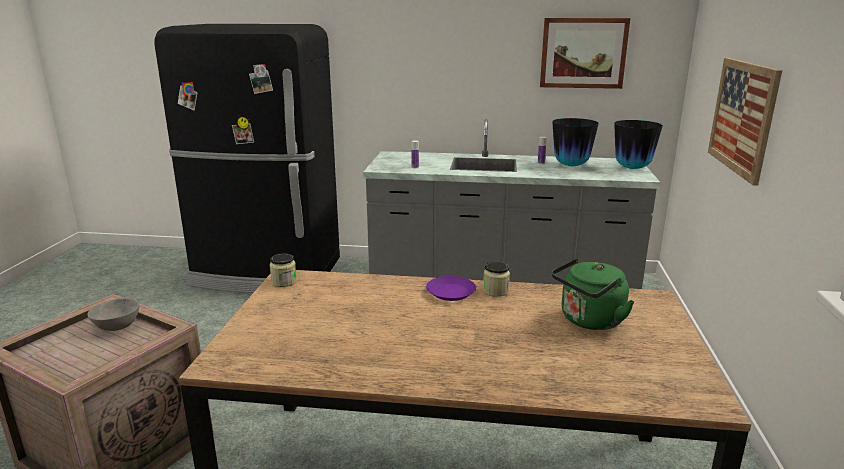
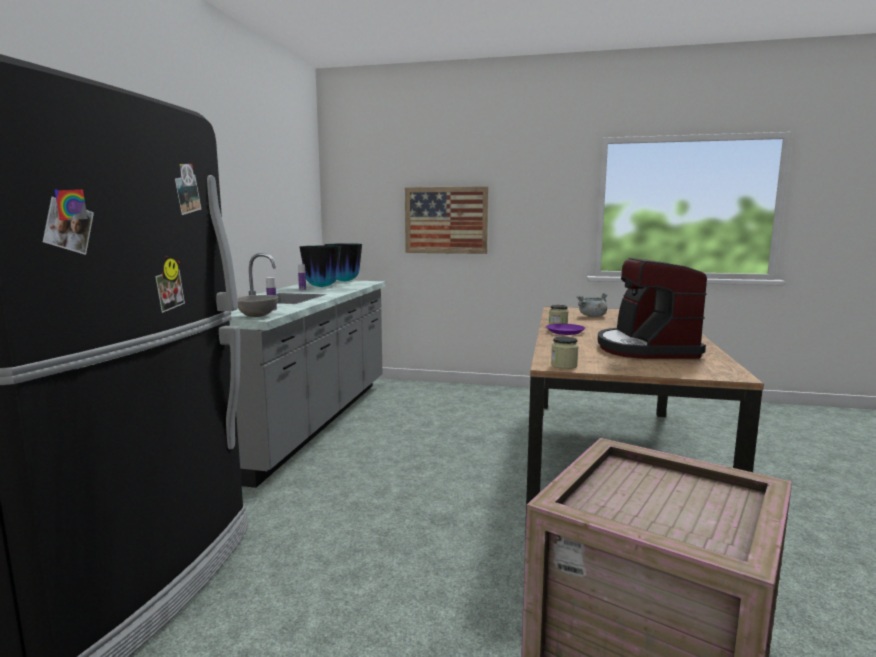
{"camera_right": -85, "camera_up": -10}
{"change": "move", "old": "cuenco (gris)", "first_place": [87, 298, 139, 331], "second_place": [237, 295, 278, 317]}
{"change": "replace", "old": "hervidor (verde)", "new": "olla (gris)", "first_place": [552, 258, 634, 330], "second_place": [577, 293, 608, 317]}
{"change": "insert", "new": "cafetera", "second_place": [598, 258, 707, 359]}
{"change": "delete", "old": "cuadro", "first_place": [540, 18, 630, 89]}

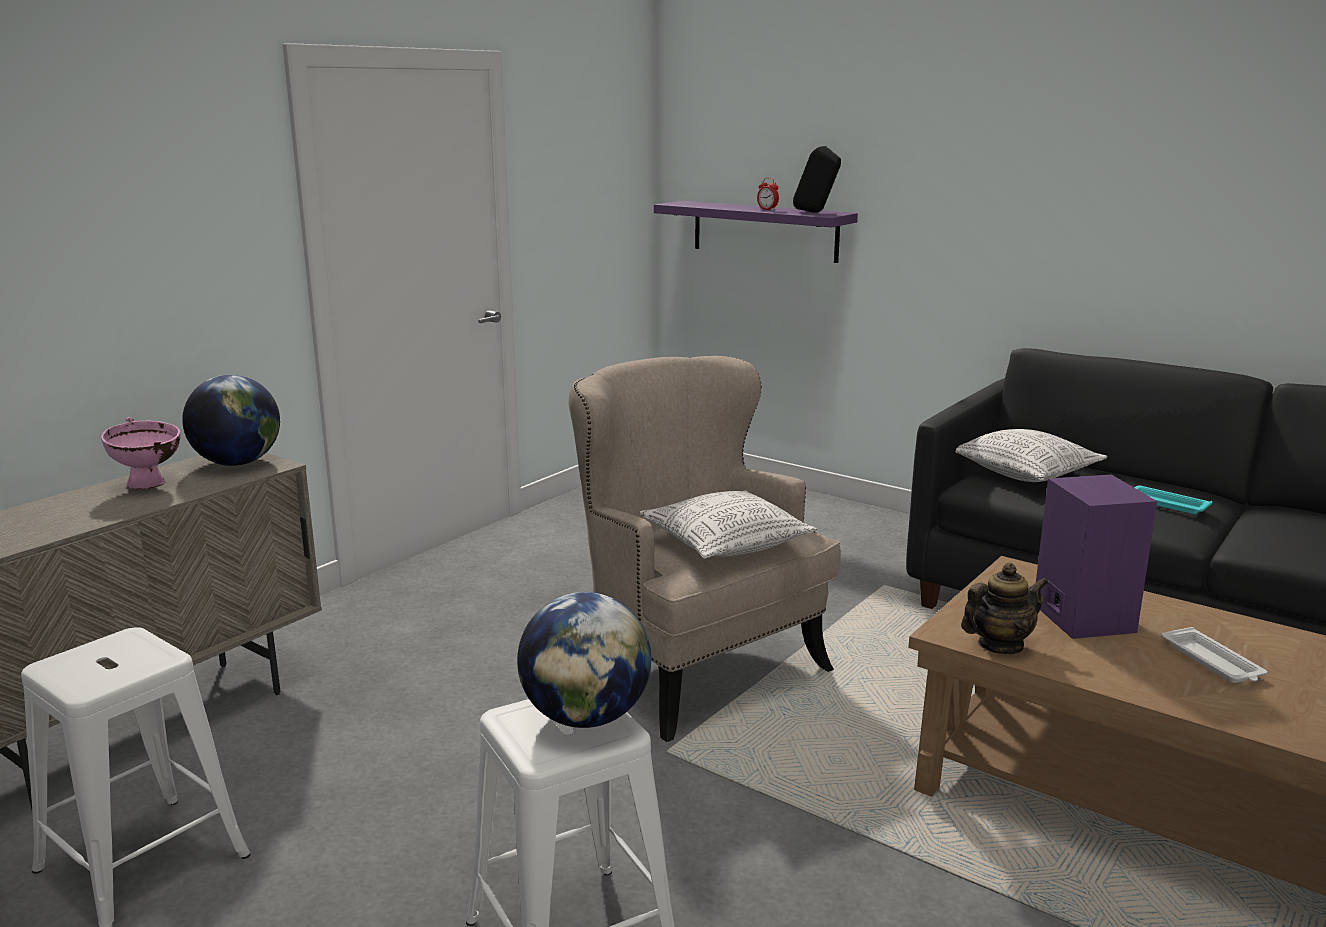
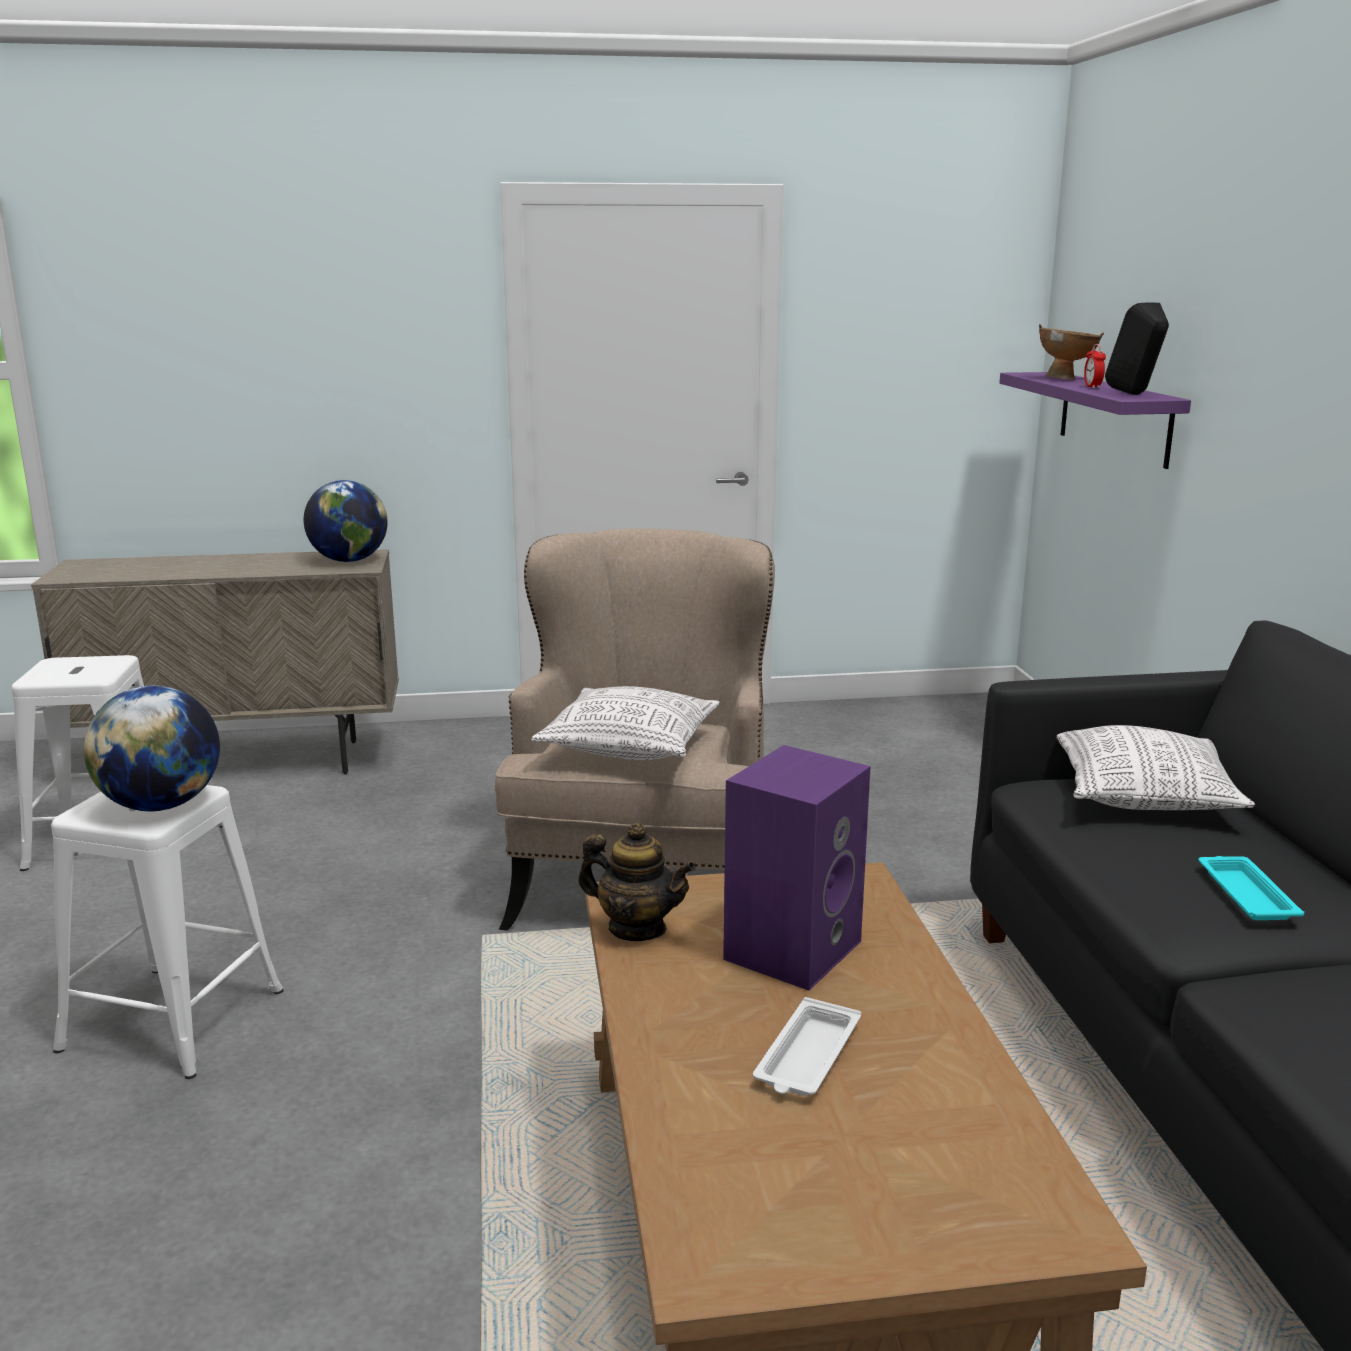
{"camera_right": 45, "camera_up": 0}
{"change": "insert", "new": "cuenco (marrón)", "second_place": [1039, 324, 1104, 380]}
{"change": "delete", "old": "cuenco (rosa)", "first_place": [101, 417, 180, 490]}

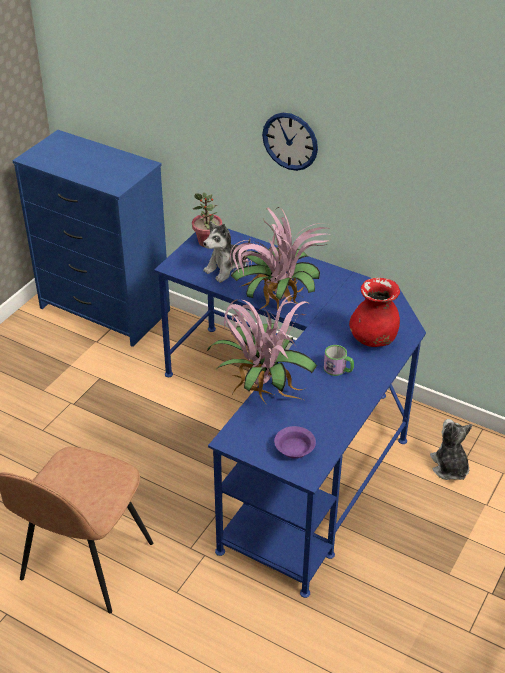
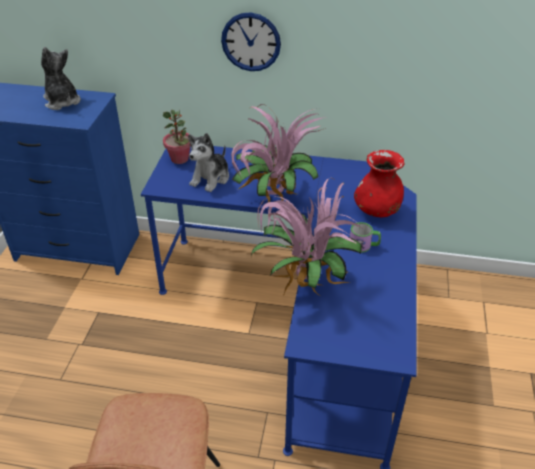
{"camera_right": -20, "camera_up": 0}
{"change": "move", "old": "peluche", "first_place": [430, 419, 473, 480], "second_place": [41, 47, 81, 110]}
{"change": "delete", "old": "cuenco (morado)", "first_place": [274, 426, 316, 459]}

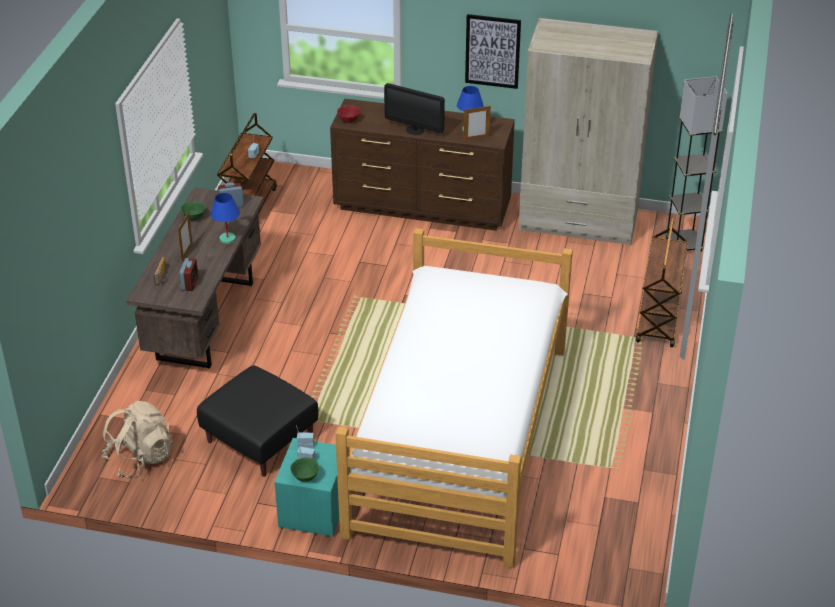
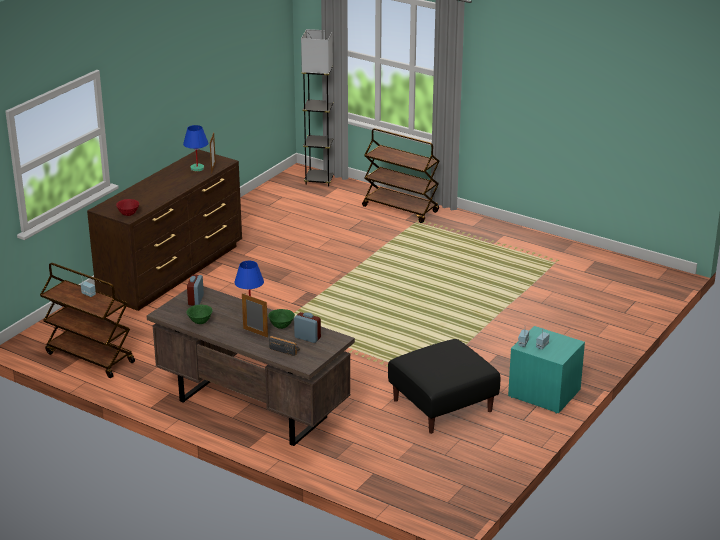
{"camera_right": -70, "camera_up": -10}
{"change": "move", "old": "cuenco (verde)", "first_place": [290, 457, 319, 482], "second_place": [268, 309, 295, 329]}
{"change": "delete", "old": "mochila (beis)", "first_place": [102, 401, 173, 479]}
{"change": "delete", "old": "cama", "first_place": [335, 228, 573, 568]}
{"change": "delete", "old": "monitor", "first_place": [384, 83, 445, 135]}
{"change": "delete", "old": "cuadro", "first_place": [465, 14, 521, 89]}
{"change": "delete", "old": "armario ropero (beis)", "first_place": [519, 18, 658, 246]}

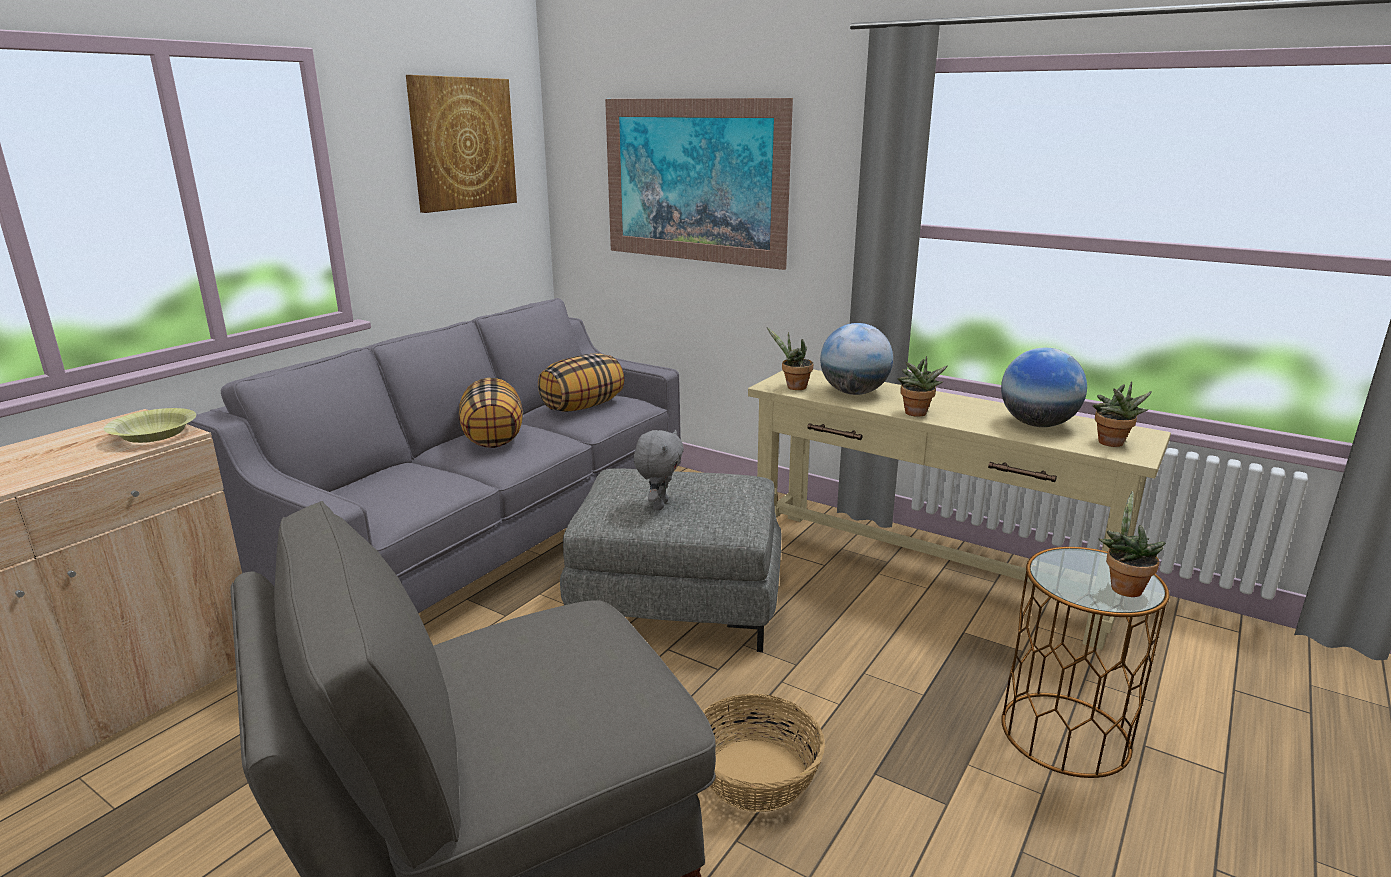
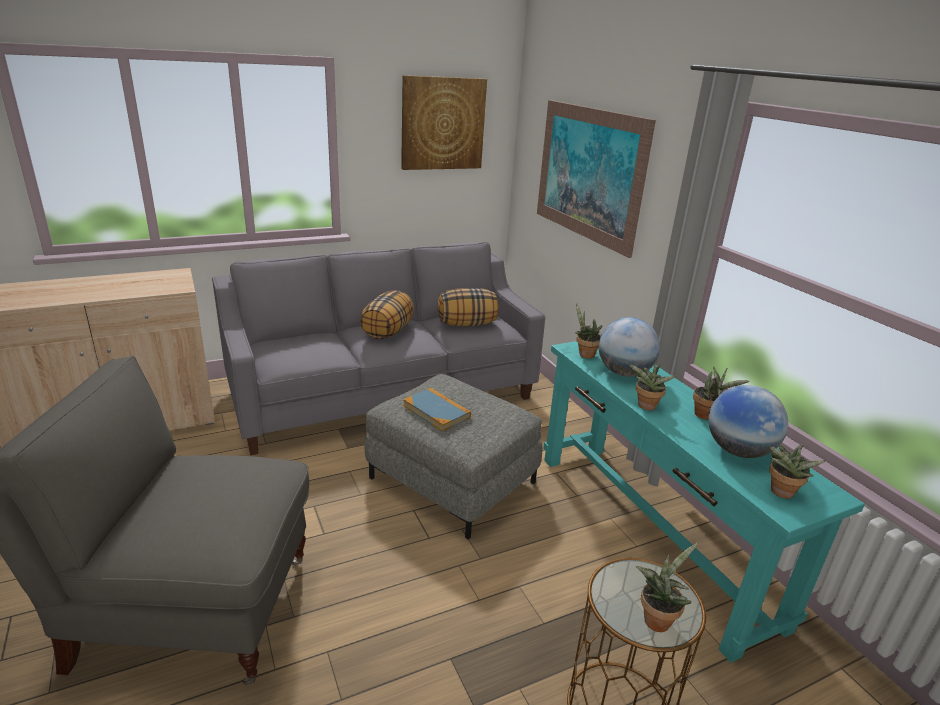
{"camera_right": 30, "camera_up": 5}
{"change": "replace", "old": "peluche (gris)", "new": "libro", "first_place": [634, 430, 684, 510], "second_place": [403, 388, 471, 431]}
{"change": "recolor", "old": "mesa consola (beis)", "new": "mesa consola (turquesa)", "first_place": [748, 369, 1171, 650], "second_place": [543, 341, 865, 663]}
{"change": "insert", "new": "planta en maceta", "second_place": [693, 367, 750, 420]}
{"change": "delete", "old": "cuenco (amarillo)", "first_place": [104, 408, 196, 443]}
{"change": "delete", "old": "cesta", "first_place": [703, 693, 825, 812]}

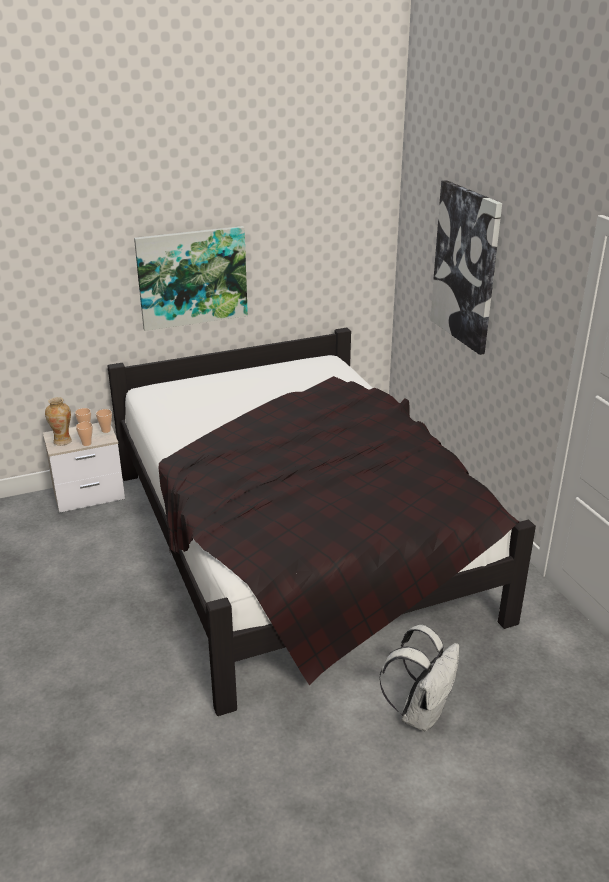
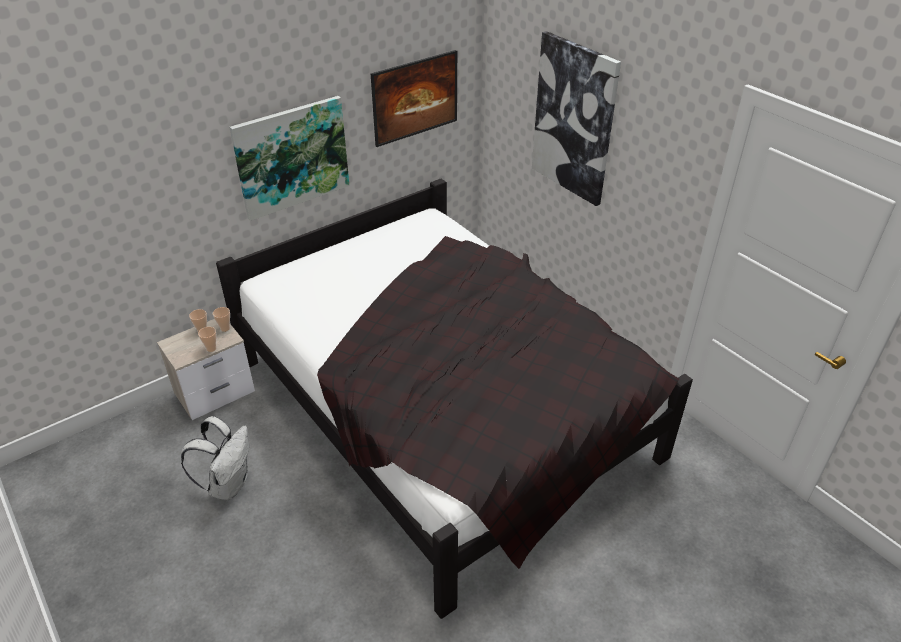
{"camera_right": -15, "camera_up": 10}
{"change": "move", "old": "mochila (blanco)", "first_place": [379, 625, 459, 732], "second_place": [181, 416, 249, 500]}
{"change": "insert", "new": "cuadro", "second_place": [371, 50, 457, 147]}
{"change": "delete", "old": "florero", "first_place": [45, 397, 72, 446]}

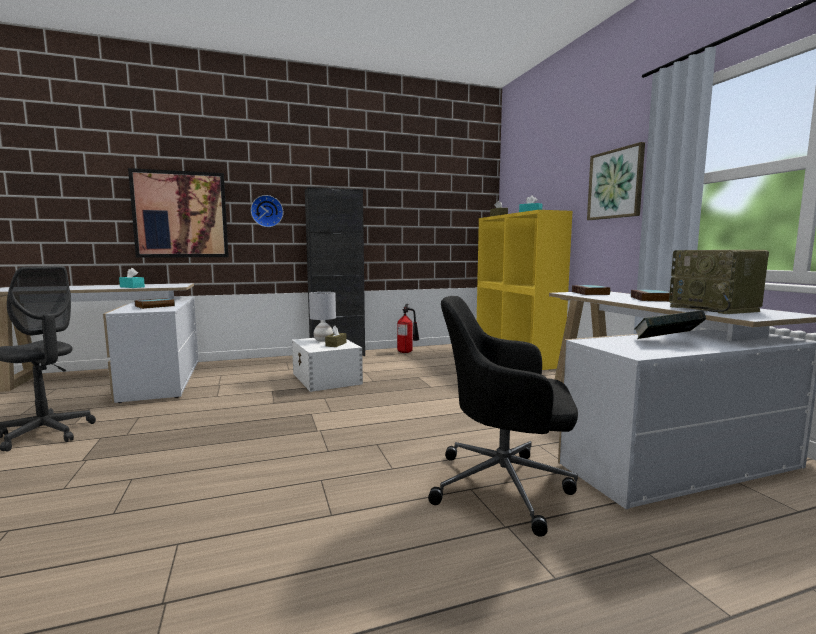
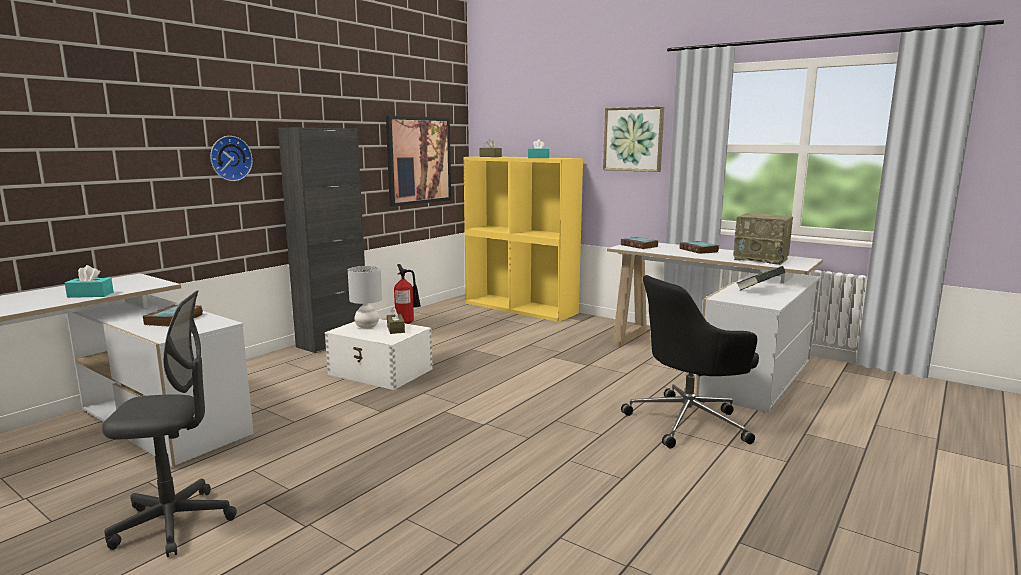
{"camera_right": -35, "camera_up": 5}
{"change": "move", "old": "cuadro", "first_place": [128, 168, 229, 258], "second_place": [386, 116, 451, 207]}

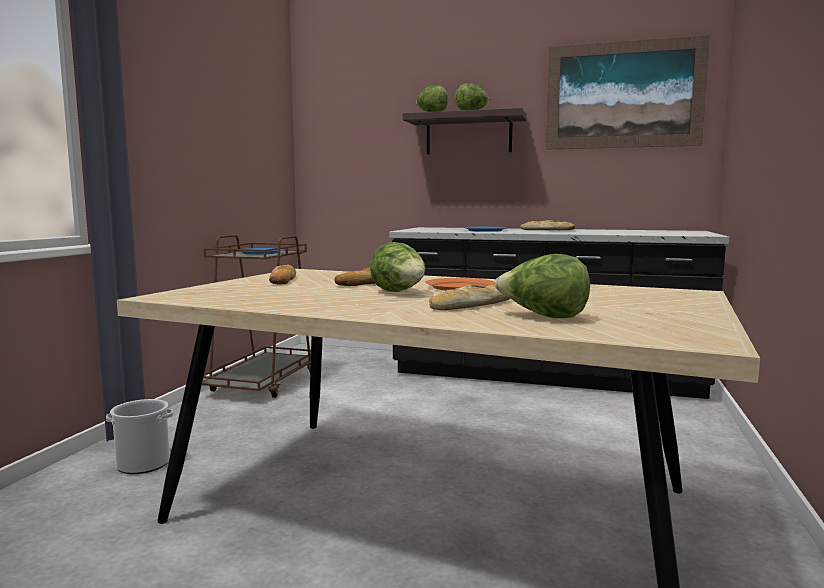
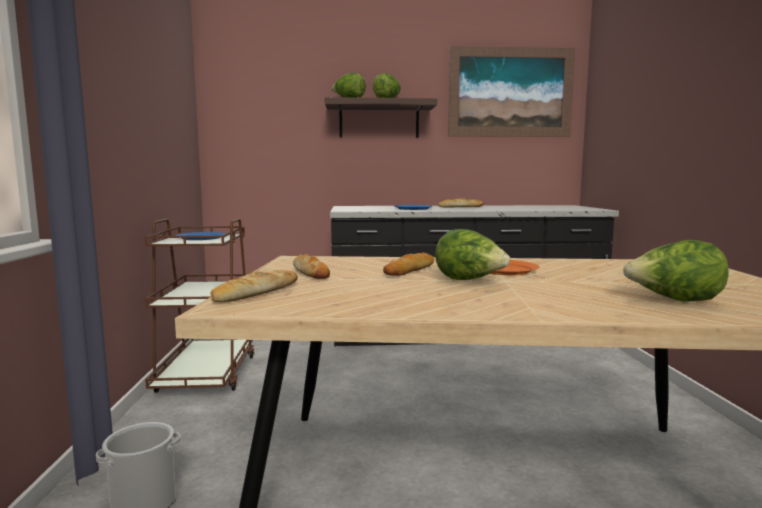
{"camera_right": -20, "camera_up": 0}
{"change": "move", "old": "pan", "first_place": [429, 284, 511, 310], "second_place": [210, 270, 297, 302]}

